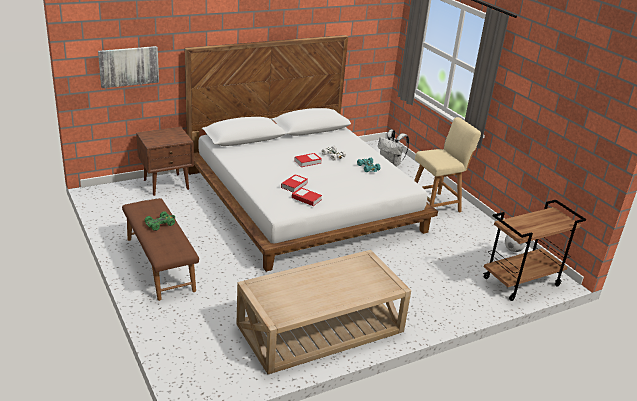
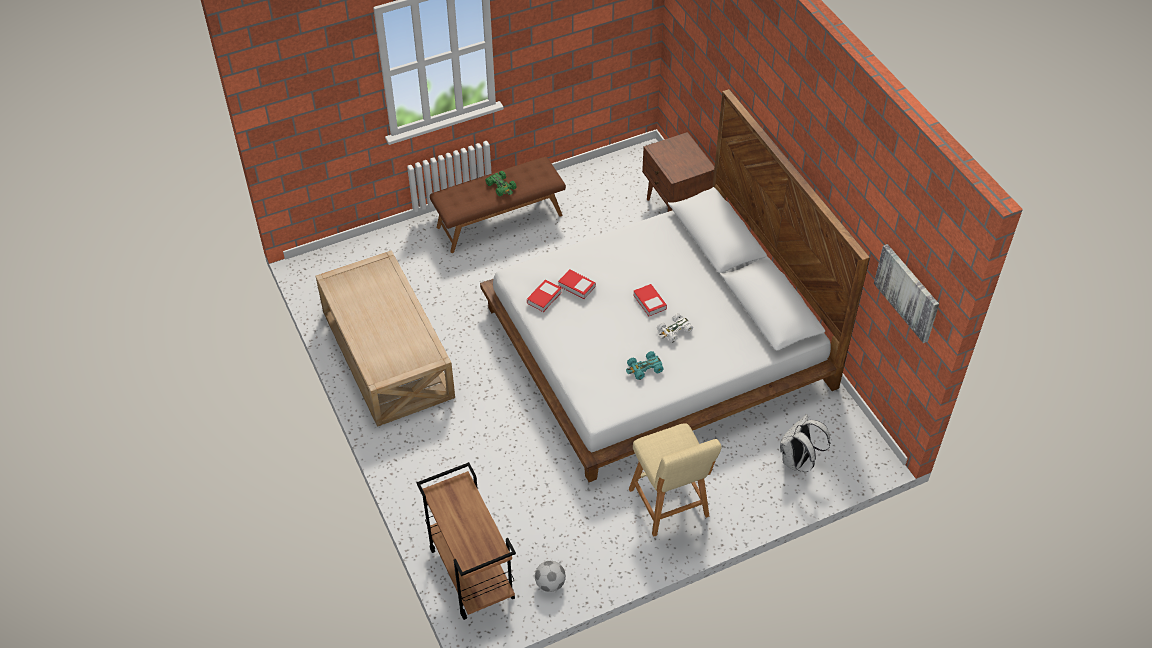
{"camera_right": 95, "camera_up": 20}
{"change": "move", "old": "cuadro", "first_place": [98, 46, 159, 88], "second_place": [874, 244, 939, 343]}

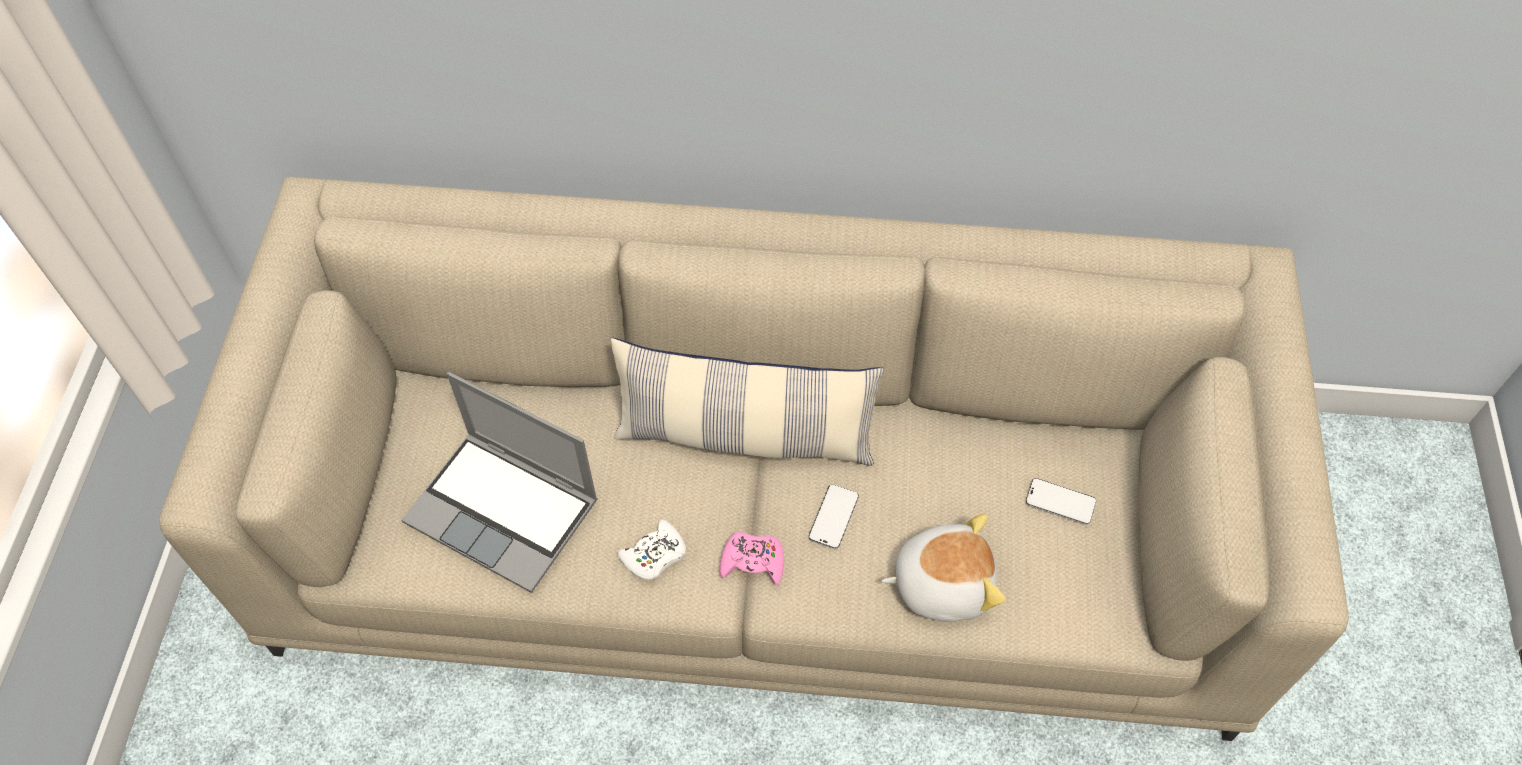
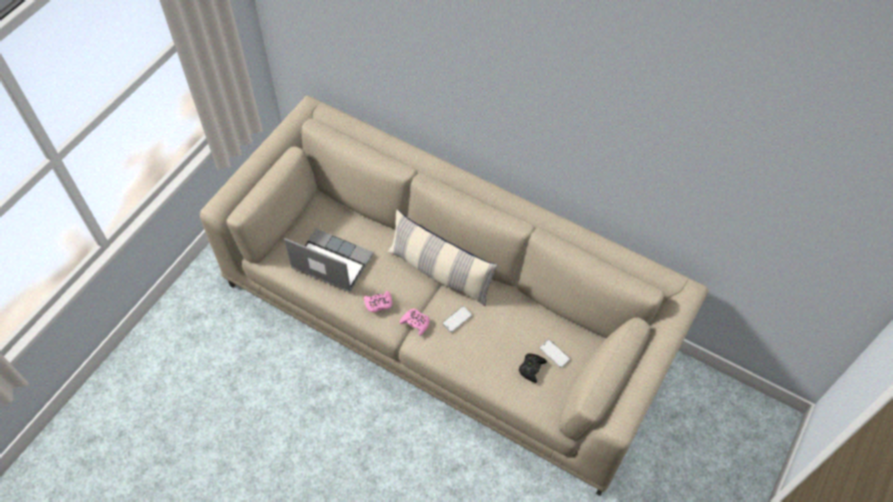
{"camera_right": 25, "camera_up": 0}
{"change": "rotate", "old": "portátil", "first_place": [402, 372, 598, 593], "second_place": [284, 229, 374, 292], "degrees": 150}
{"change": "recolor", "old": "mando de consola (blanco)", "new": "mando de consola (rosa)", "first_place": [617, 519, 686, 580], "second_place": [364, 291, 392, 312]}
{"change": "insert", "new": "mando de consola (negro)", "second_place": [519, 353, 547, 383]}
{"change": "delete", "old": "peluche", "first_place": [881, 514, 1006, 622]}

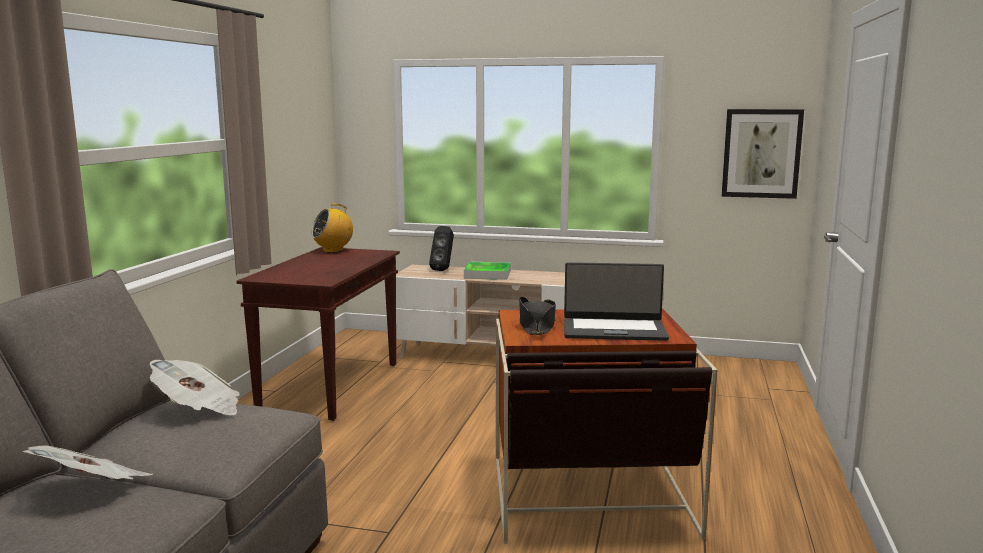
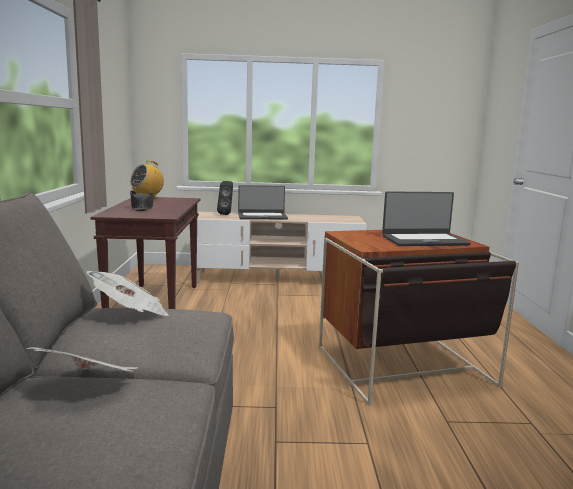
{"camera_right": -15, "camera_up": 0}
{"change": "move", "old": "sombrero (negro)", "first_place": [519, 296, 556, 335], "second_place": [130, 190, 154, 211]}
{"change": "replace", "old": "bandeja", "new": "portátil", "first_place": [464, 262, 511, 280], "second_place": [238, 185, 288, 219]}
{"change": "delete", "old": "cuadro", "first_place": [722, 109, 804, 199]}

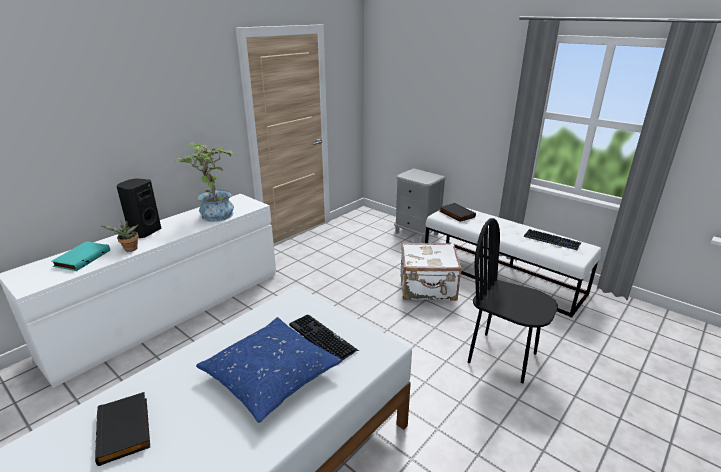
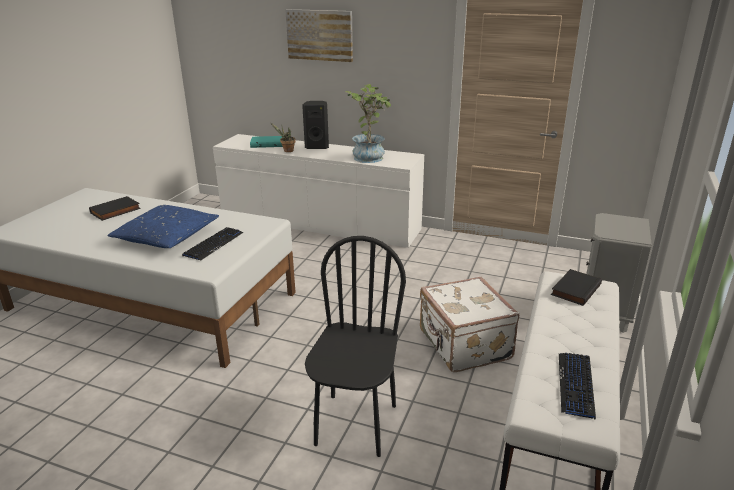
{"camera_right": 70, "camera_up": 0}
{"change": "insert", "new": "cuadro", "second_place": [285, 9, 353, 62]}

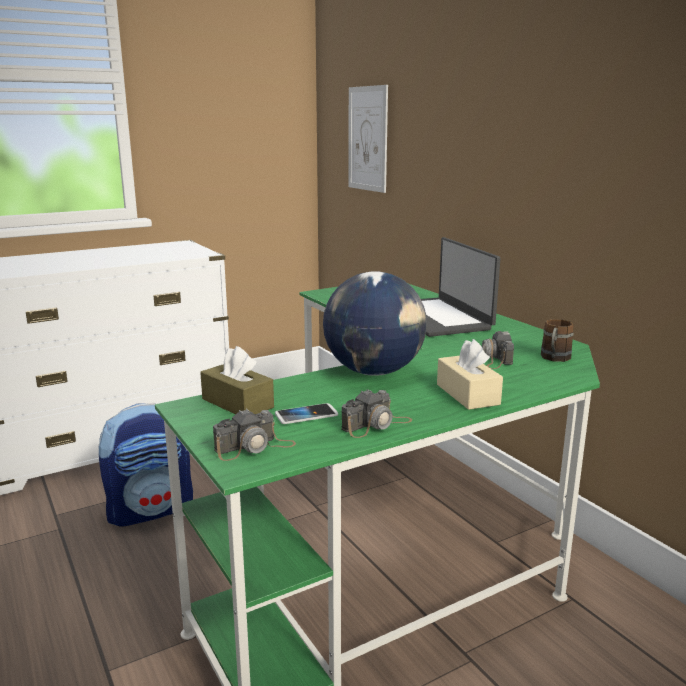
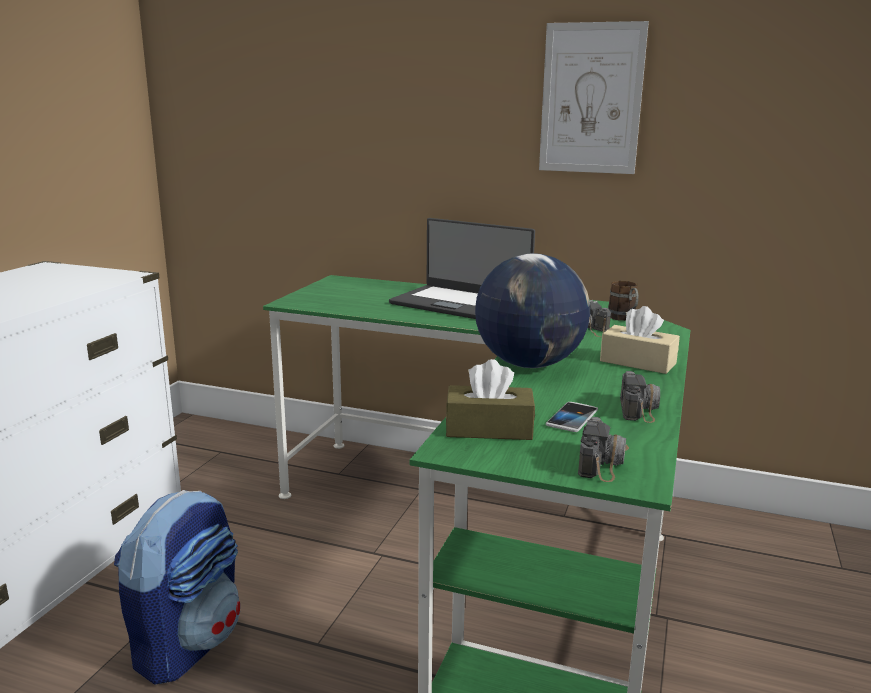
{"camera_right": -40, "camera_up": 0}
{"change": "move", "old": "cuadro", "first_place": [348, 85, 388, 193], "second_place": [539, 21, 649, 174]}

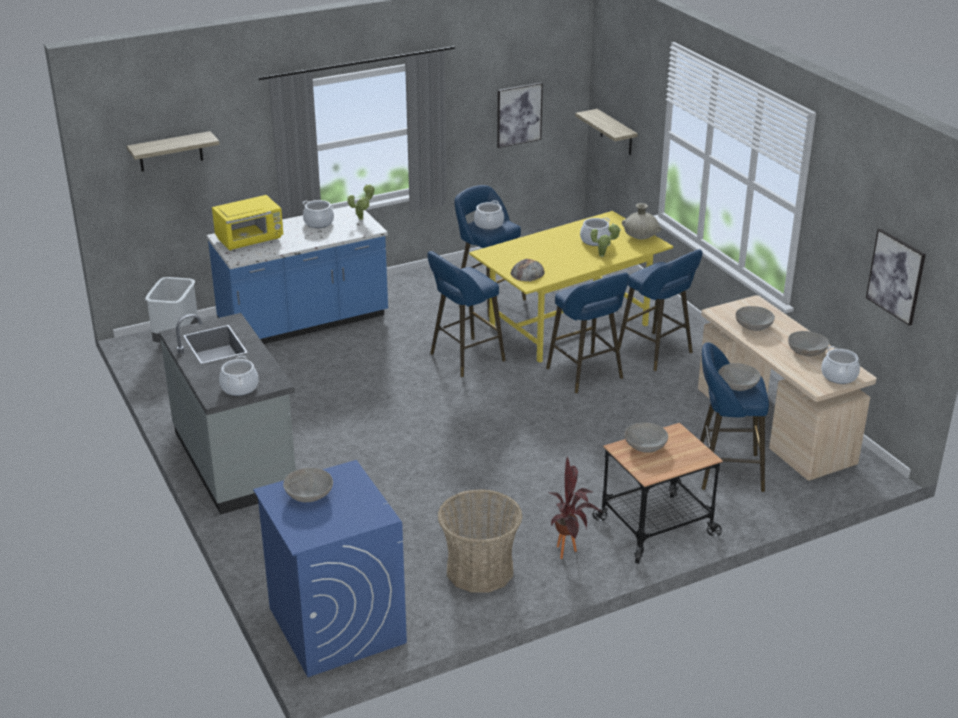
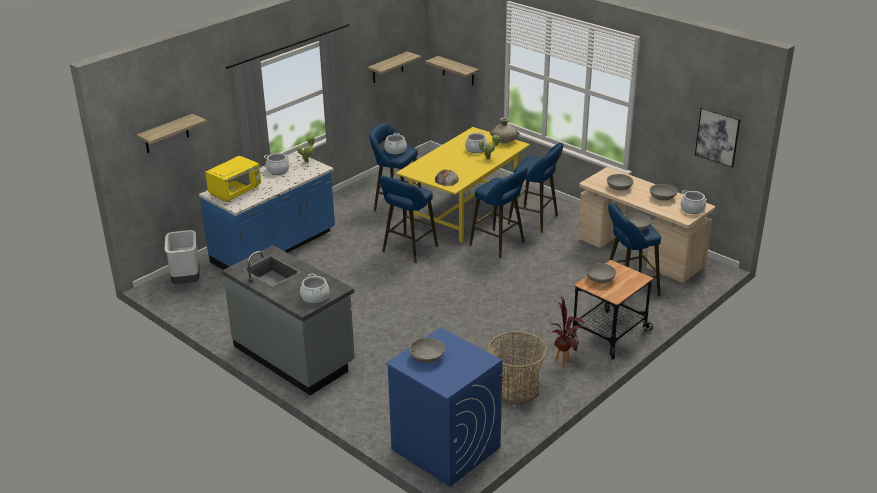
{"camera_right": -20, "camera_up": 0}
{"change": "replace", "old": "cuadro", "new": "estante", "first_place": [497, 82, 543, 148], "second_place": [368, 51, 421, 83]}

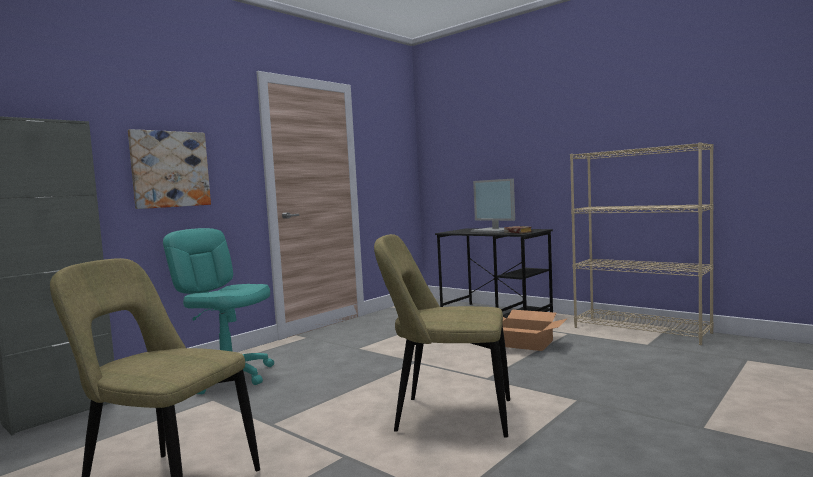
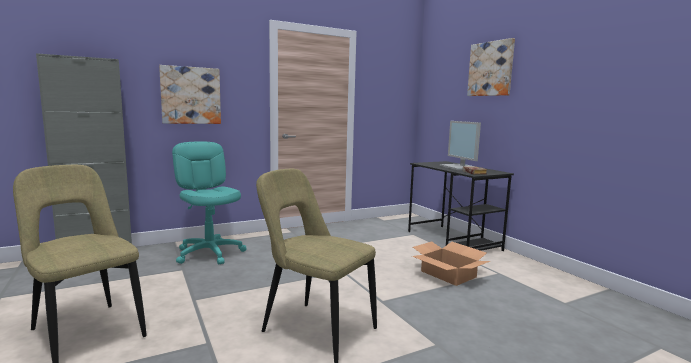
{"camera_right": 20, "camera_up": 5}
{"change": "insert", "new": "cuadro", "second_place": [467, 38, 515, 96]}
{"change": "delete", "old": "estantería (beis)", "first_place": [570, 142, 714, 345]}

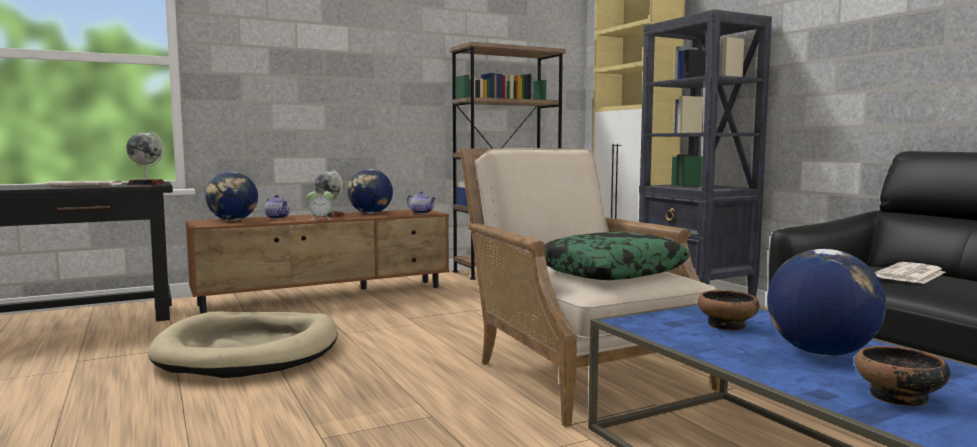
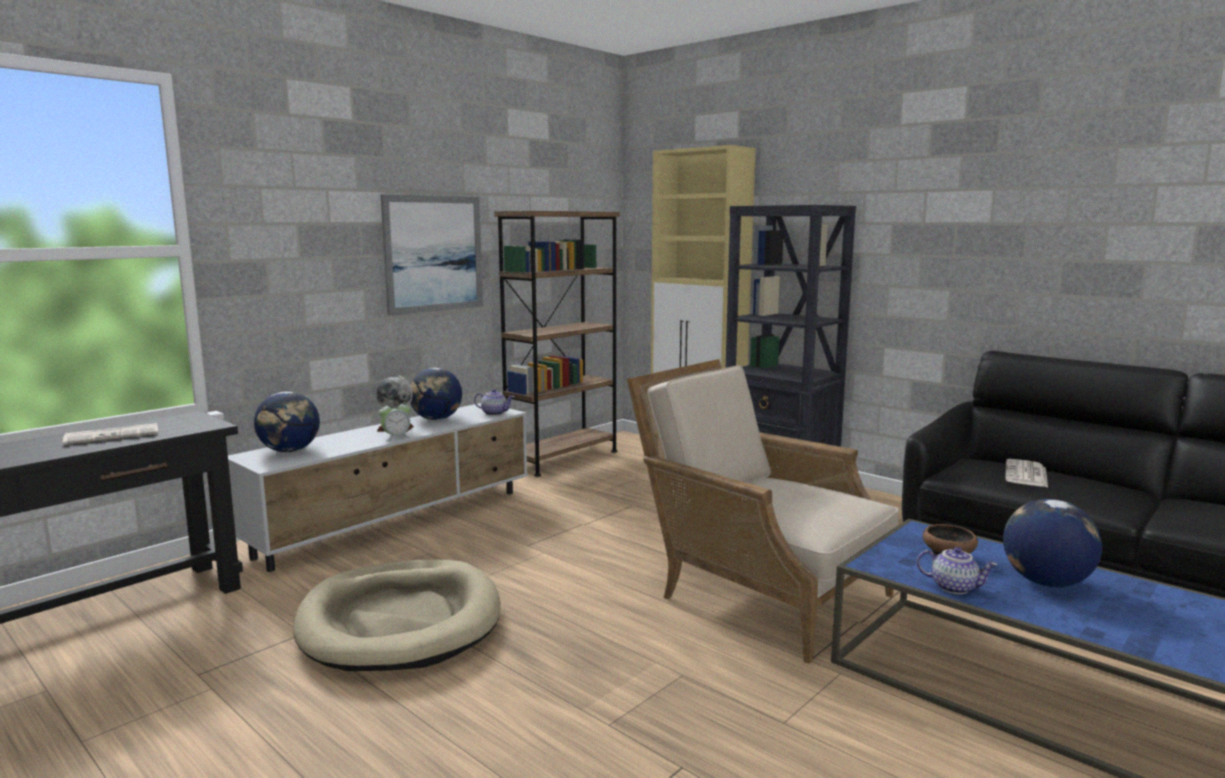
{"camera_right": -20, "camera_up": 5}
{"change": "recolor", "old": "mueble de televisión (marrón)", "new": "mueble de televisión (blanco)", "first_place": [185, 210, 449, 313], "second_place": [228, 403, 528, 572]}
{"change": "insert", "new": "cuadro", "second_place": [380, 194, 483, 316]}
{"change": "move", "old": "tetera", "first_place": [265, 195, 290, 219], "second_place": [917, 547, 998, 594]}
{"change": "delete", "old": "globo terráqueo", "first_place": [126, 131, 165, 185]}
{"change": "delete", "old": "cojín", "first_place": [545, 232, 691, 280]}
{"change": "delete", "old": "cuenco", "first_place": [855, 346, 951, 406]}

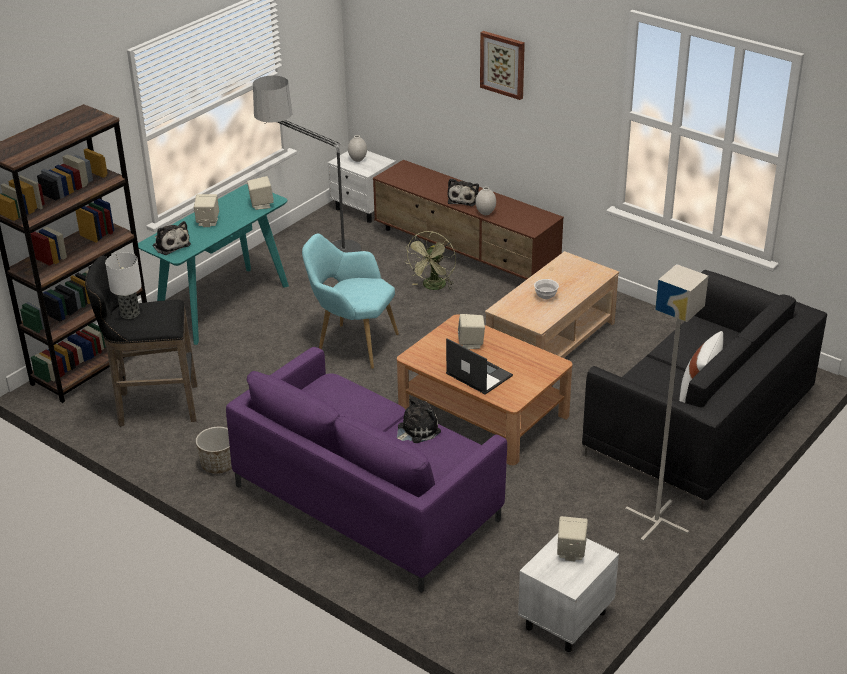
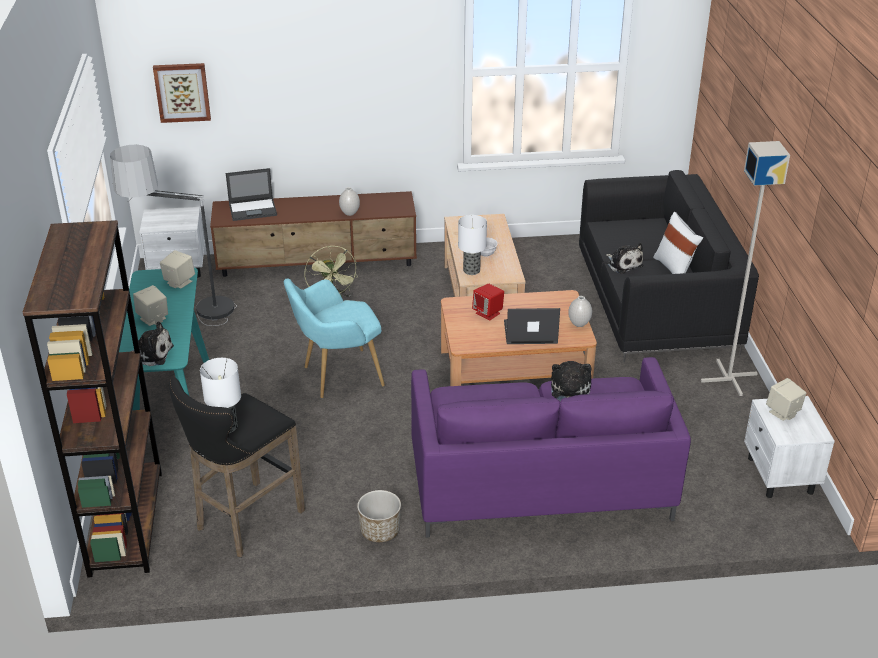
{"camera_right": -45, "camera_up": 0}
{"change": "move", "old": "cuadro", "first_place": [480, 31, 525, 100], "second_place": [153, 63, 211, 123]}
{"change": "insert", "new": "portátil", "second_place": [226, 168, 277, 221]}
{"change": "insert", "new": "lámpara de mesa", "second_place": [458, 215, 487, 275]}
{"change": "recolor", "old": "altavoz (beis)", "new": "altavoz (rojo)", "first_place": [458, 314, 485, 349], "second_place": [472, 284, 504, 321]}
{"change": "move", "old": "florero (blanco)", "first_place": [348, 135, 367, 162], "second_place": [568, 296, 592, 327]}
{"change": "move", "old": "peluche", "first_place": [447, 179, 479, 206], "second_place": [606, 243, 644, 274]}

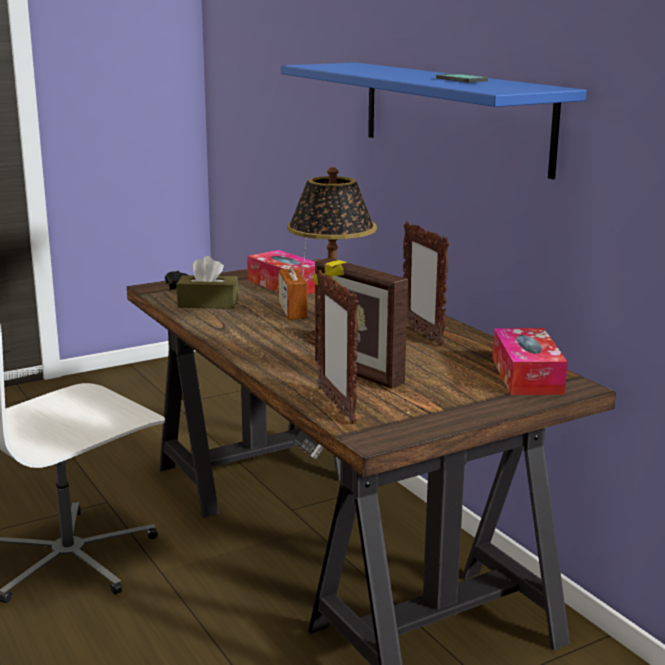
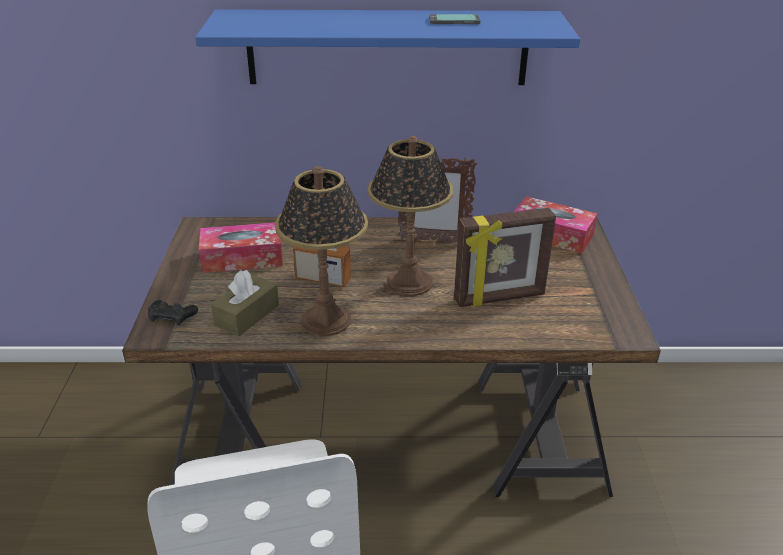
{"camera_right": -60, "camera_up": 15}
{"change": "insert", "new": "lámpara de mesa", "second_place": [275, 166, 368, 336]}
{"change": "delete", "old": "portarretratos", "first_place": [317, 270, 358, 424]}

